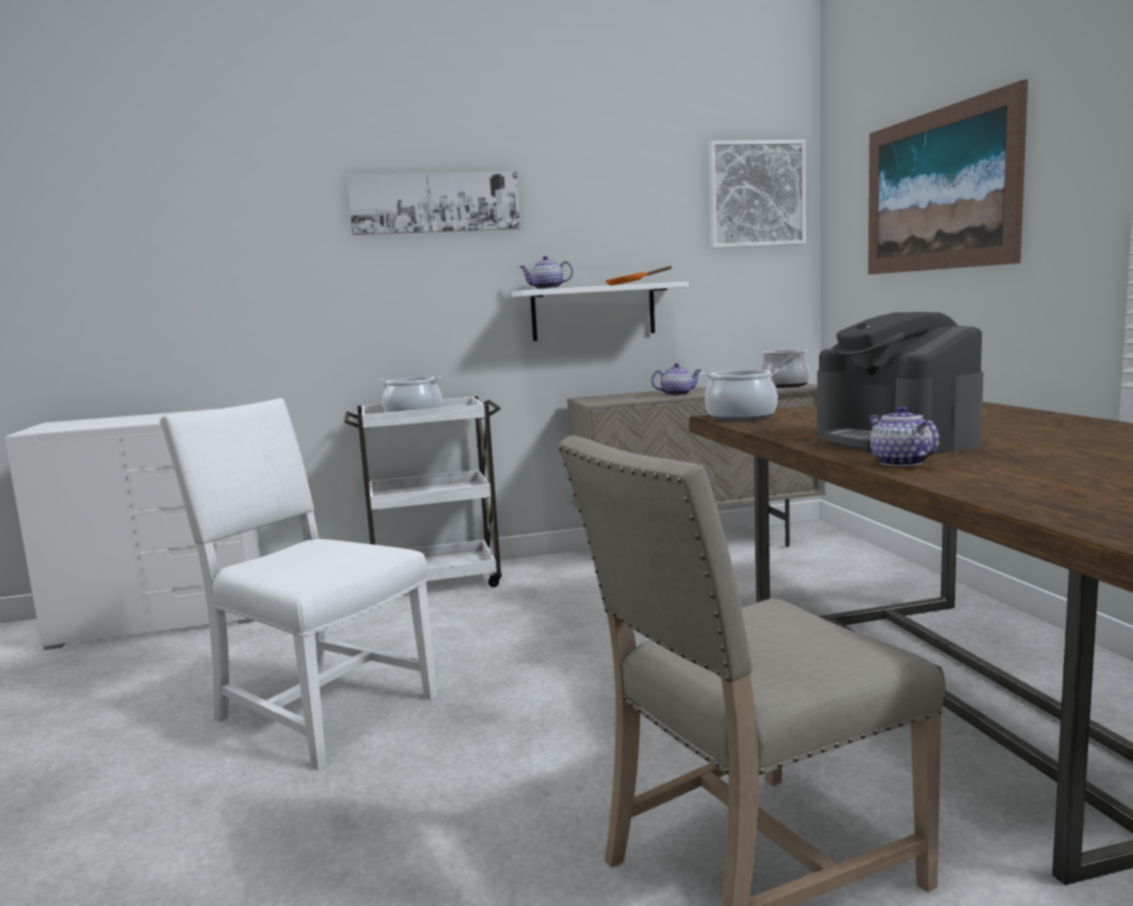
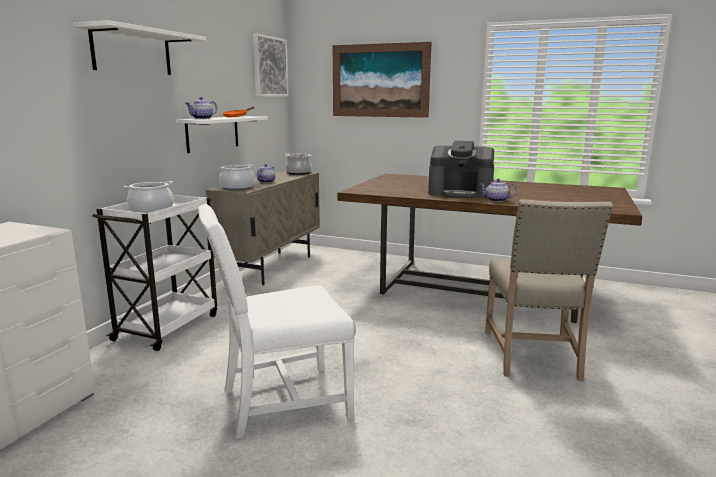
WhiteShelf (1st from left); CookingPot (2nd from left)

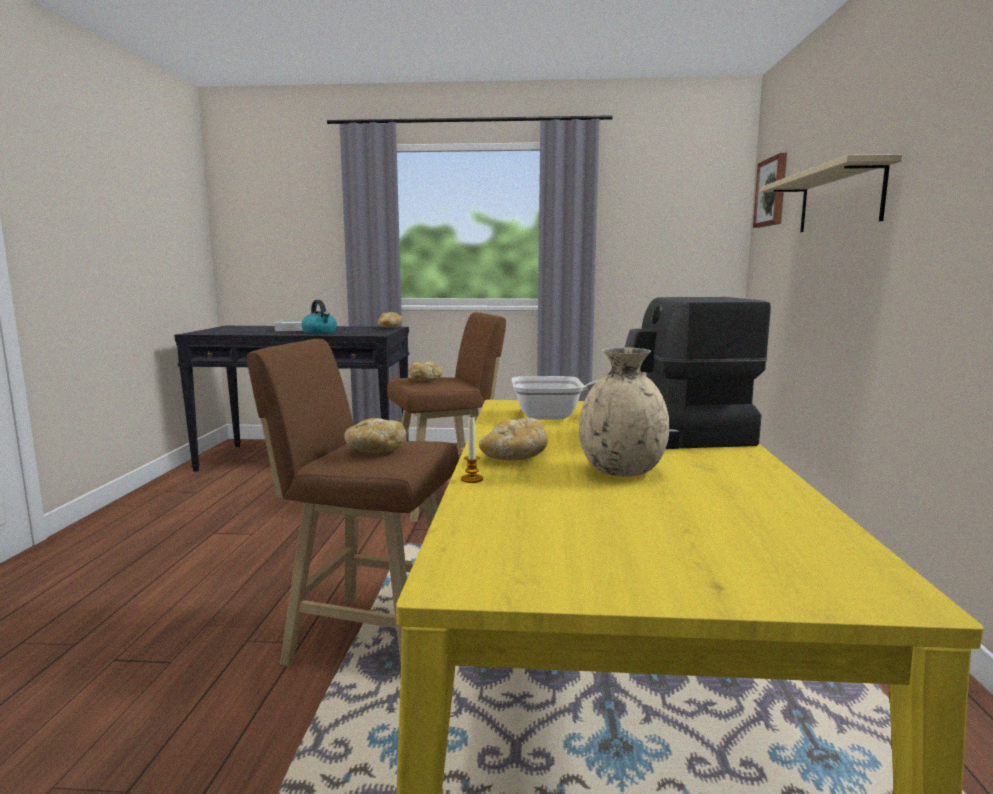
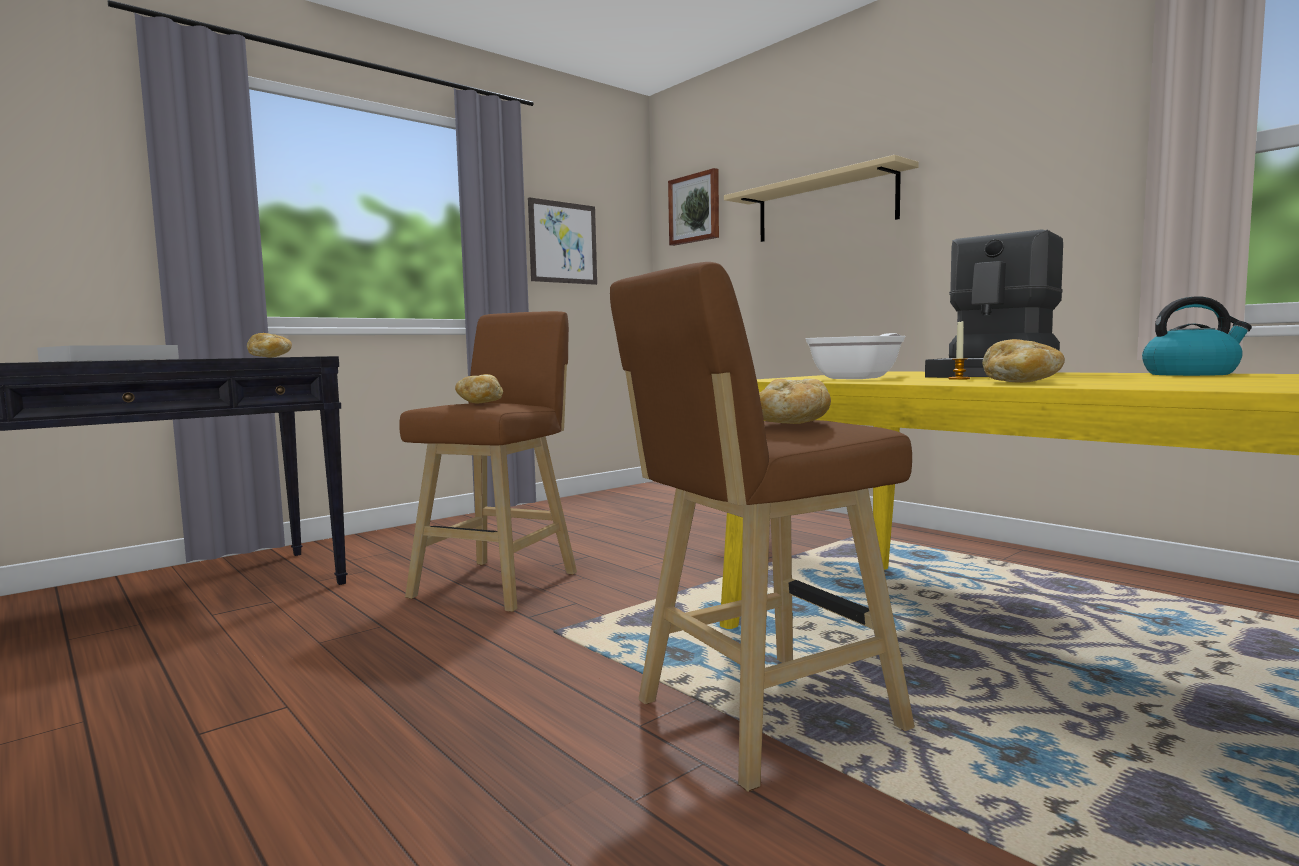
Kettle; BeigeVase; Candle; Picture (1st from left)

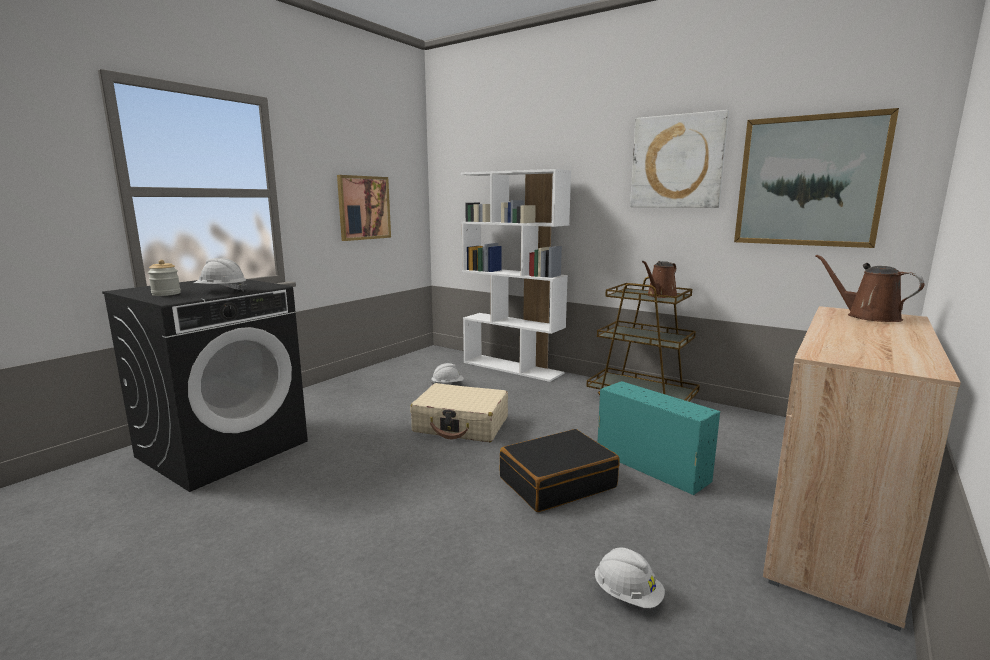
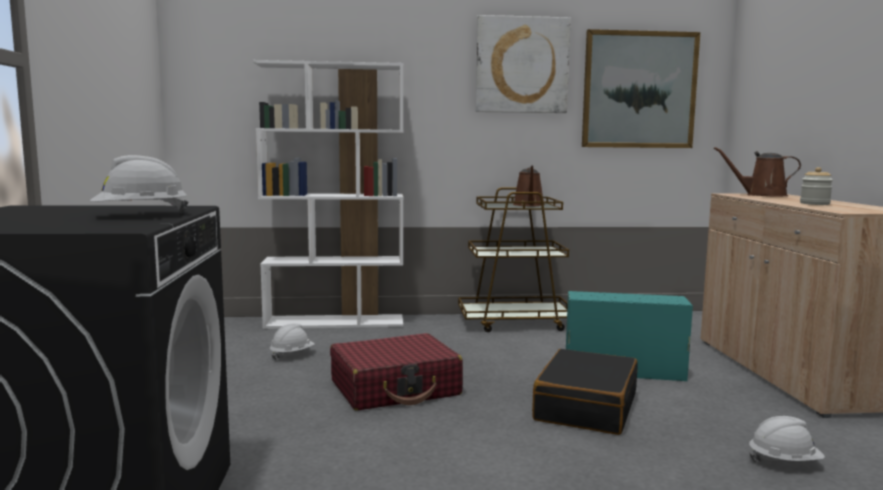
Picture (1st from left in the first image); Jar; RedSuitcase

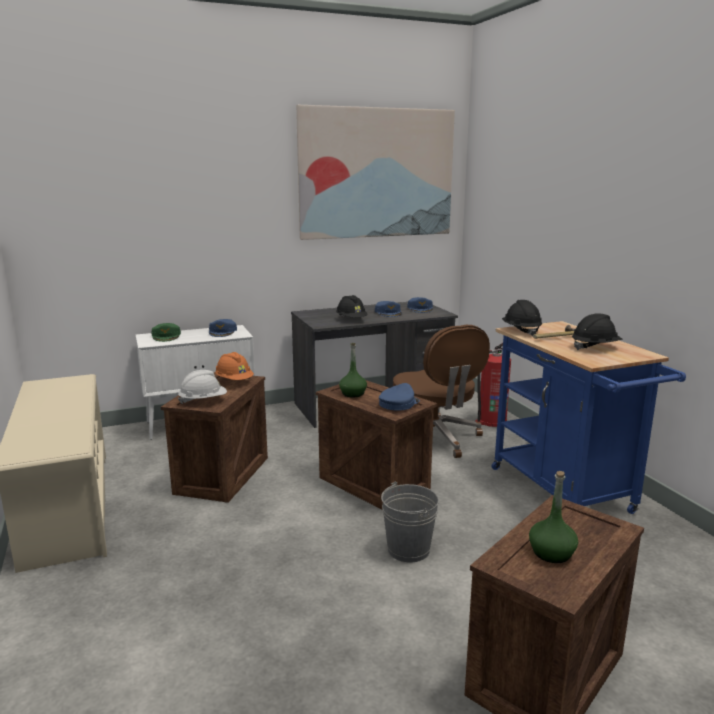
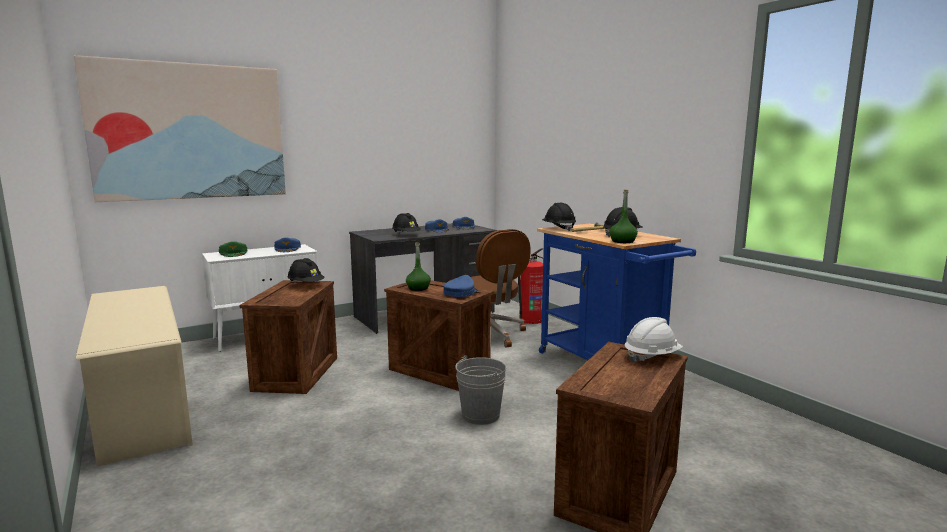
Picture; BlackHardHat (1st from left); WhiteHardHat; GreenBottle (2nd from left)

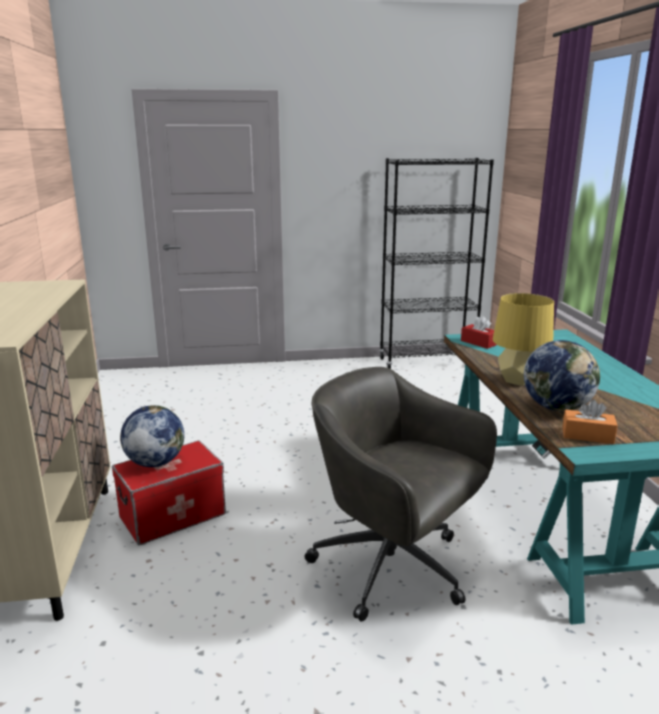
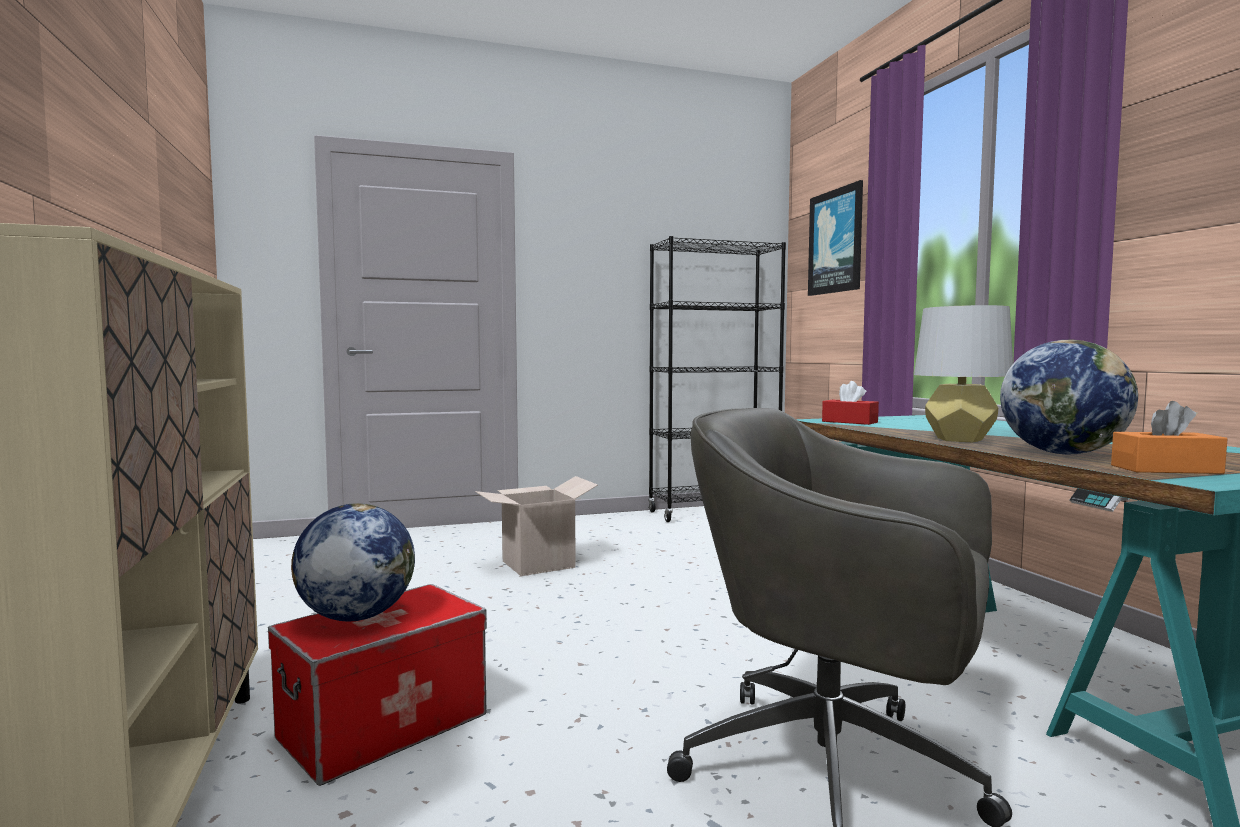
GreyTableLamp; Picture; CardboardBox

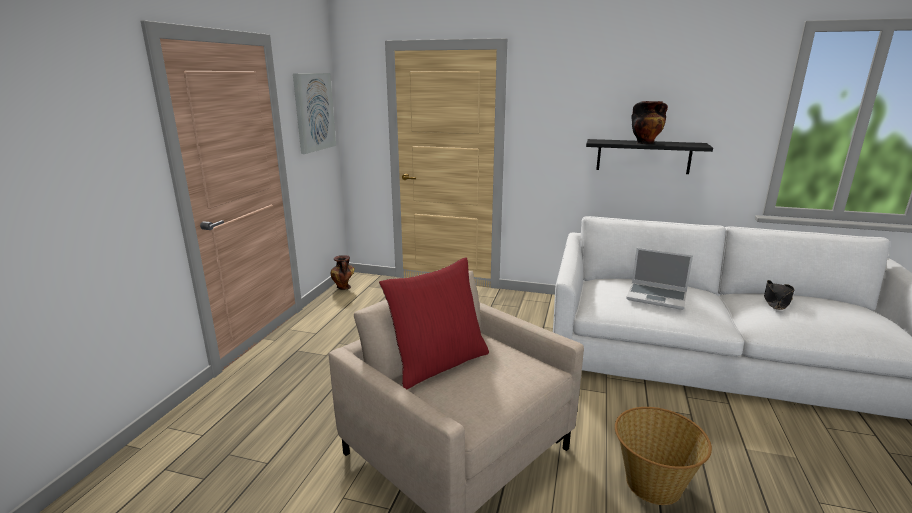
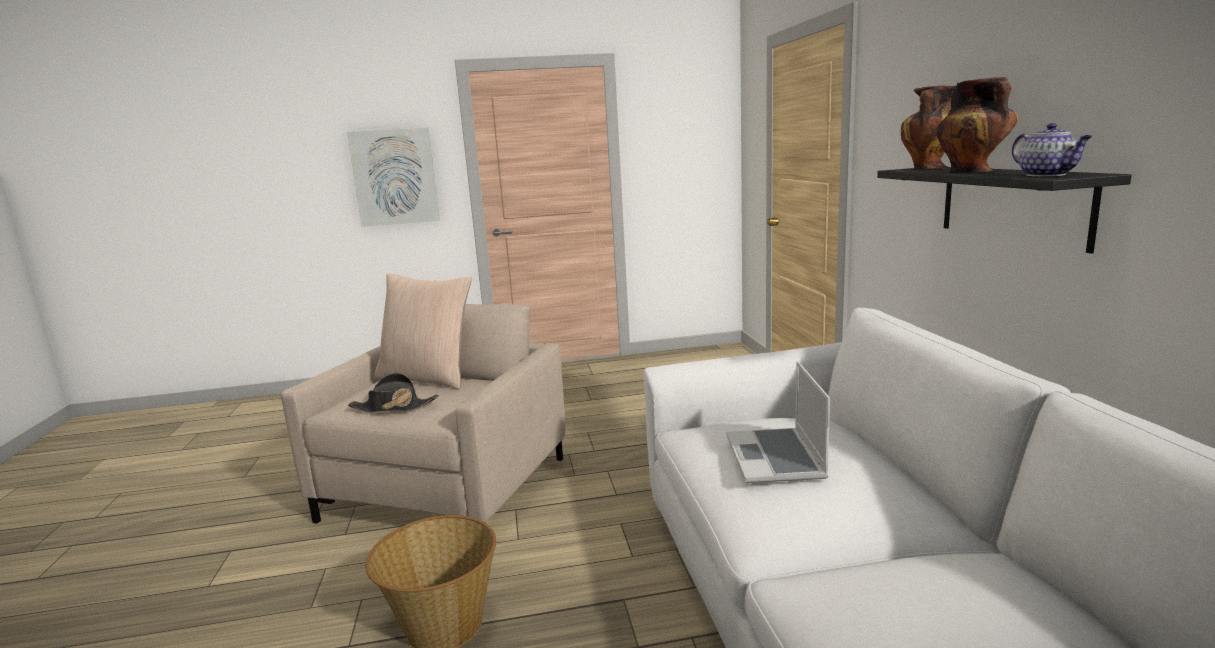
Picture; Vase (1st from left); BeigePillow; BlackHat; Teapot

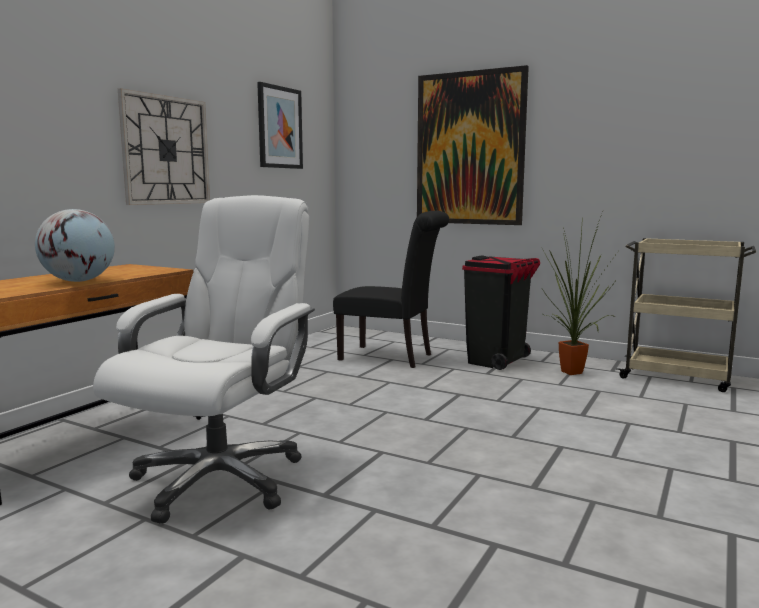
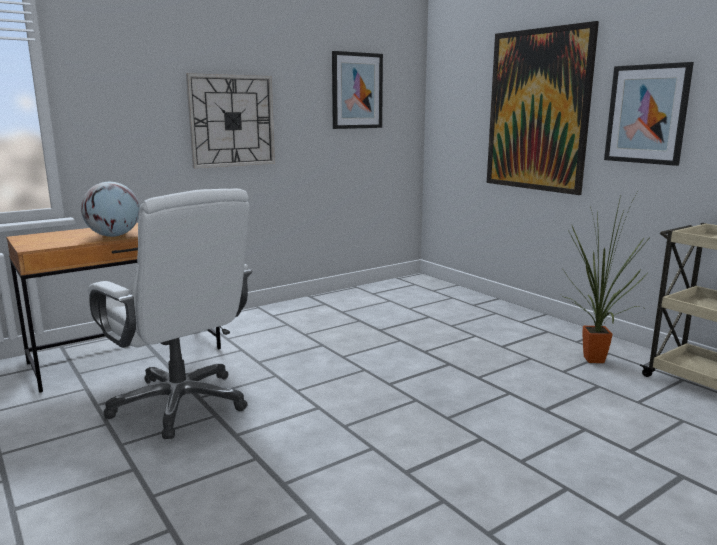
WhiteOfficeChair; BlackChair; BlackTrashCan; Picture (3rd from left)

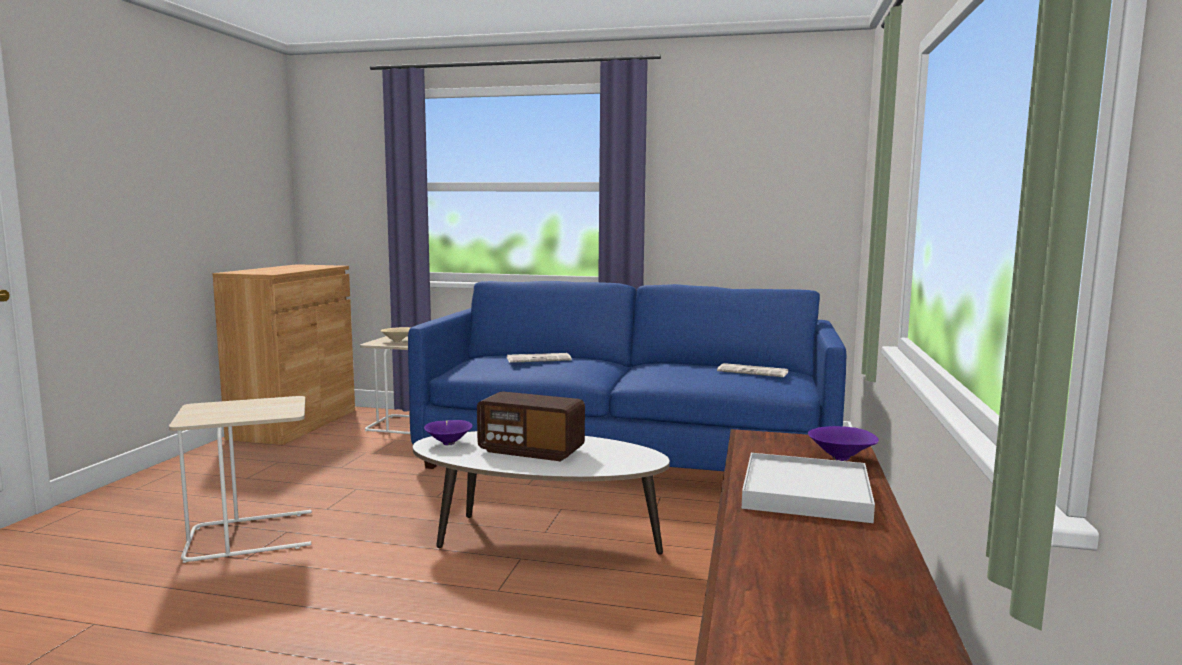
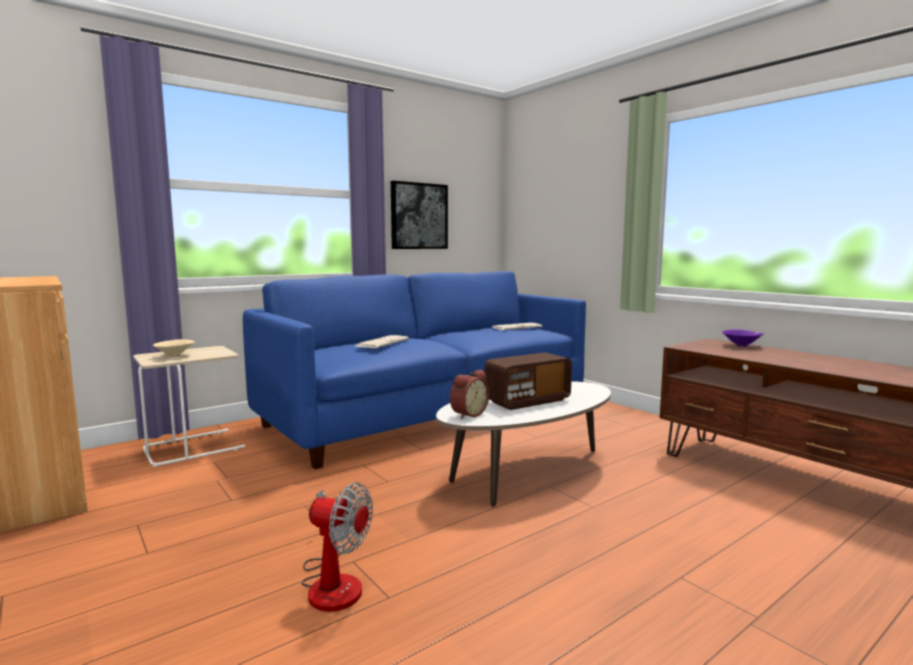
Fan; AlarmClock; WhiteTray; Picture

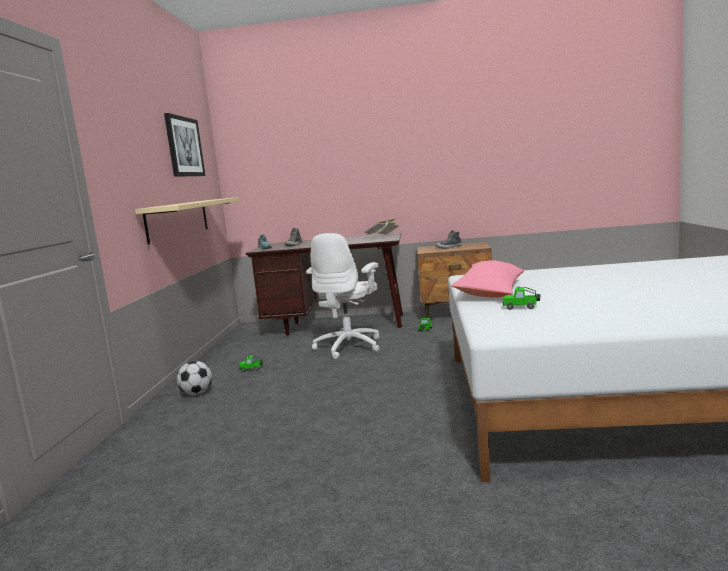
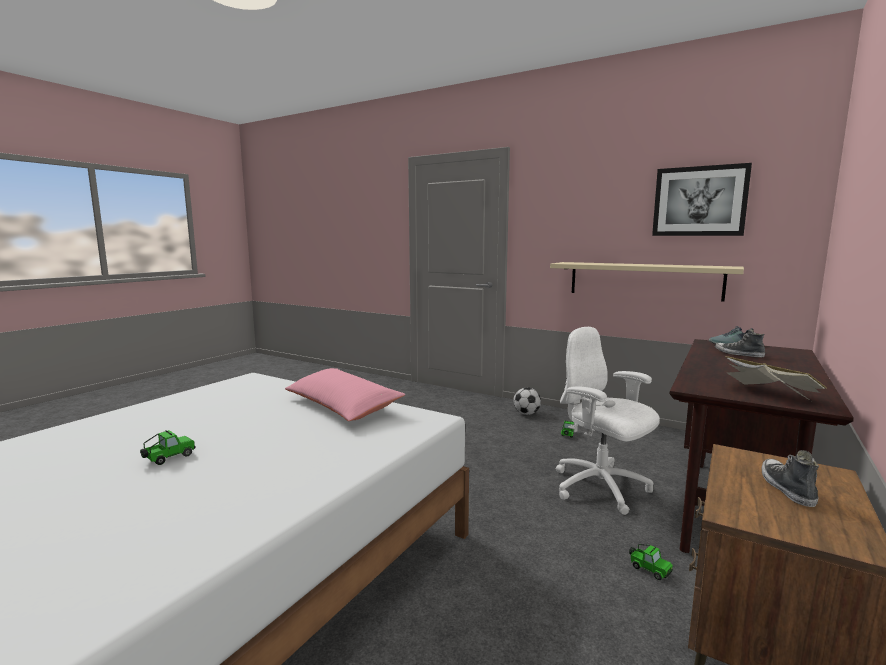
ToyCar (1st from left)

